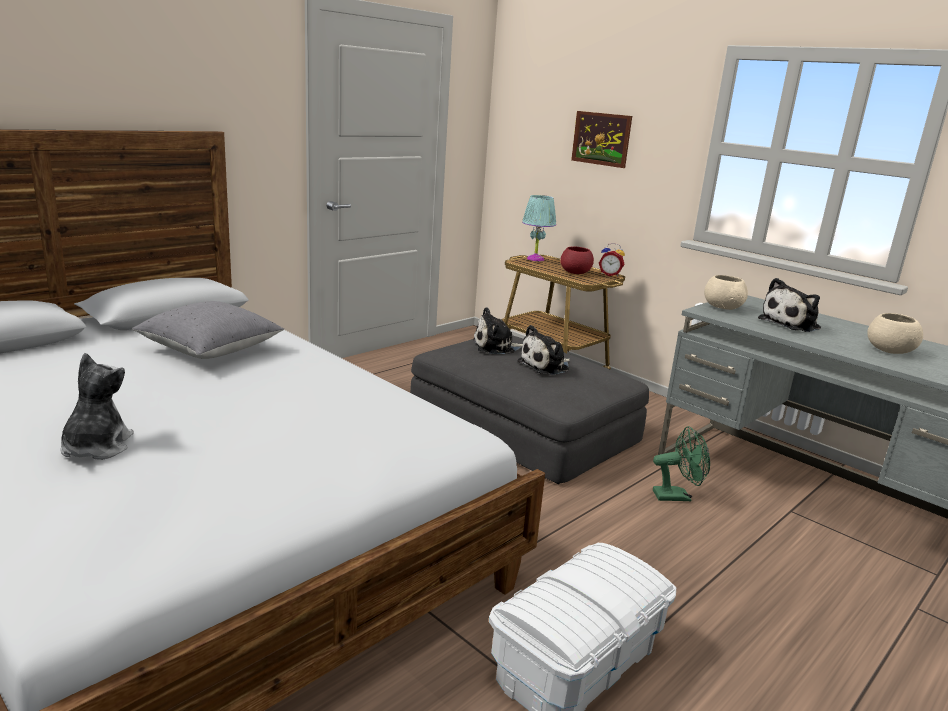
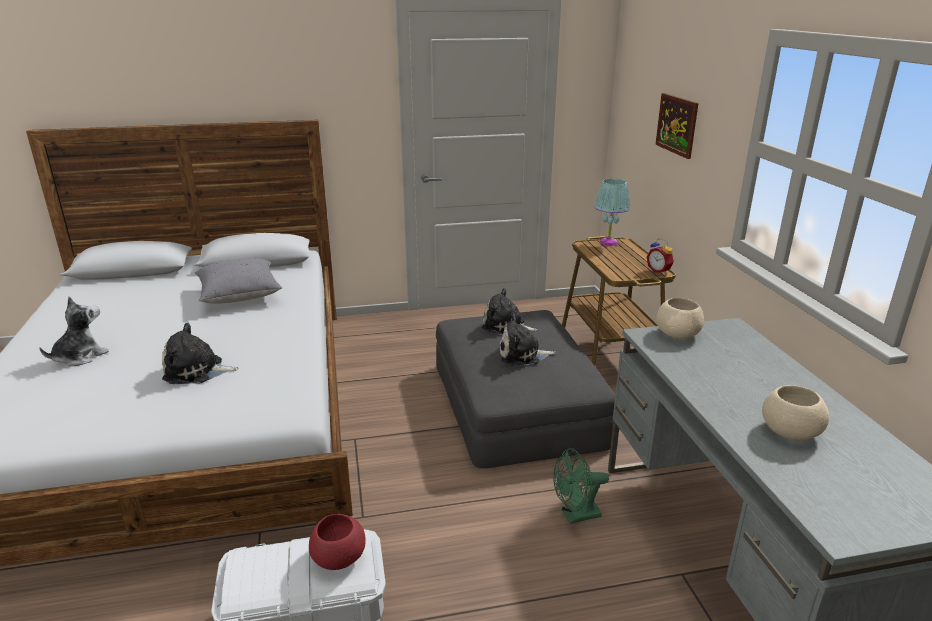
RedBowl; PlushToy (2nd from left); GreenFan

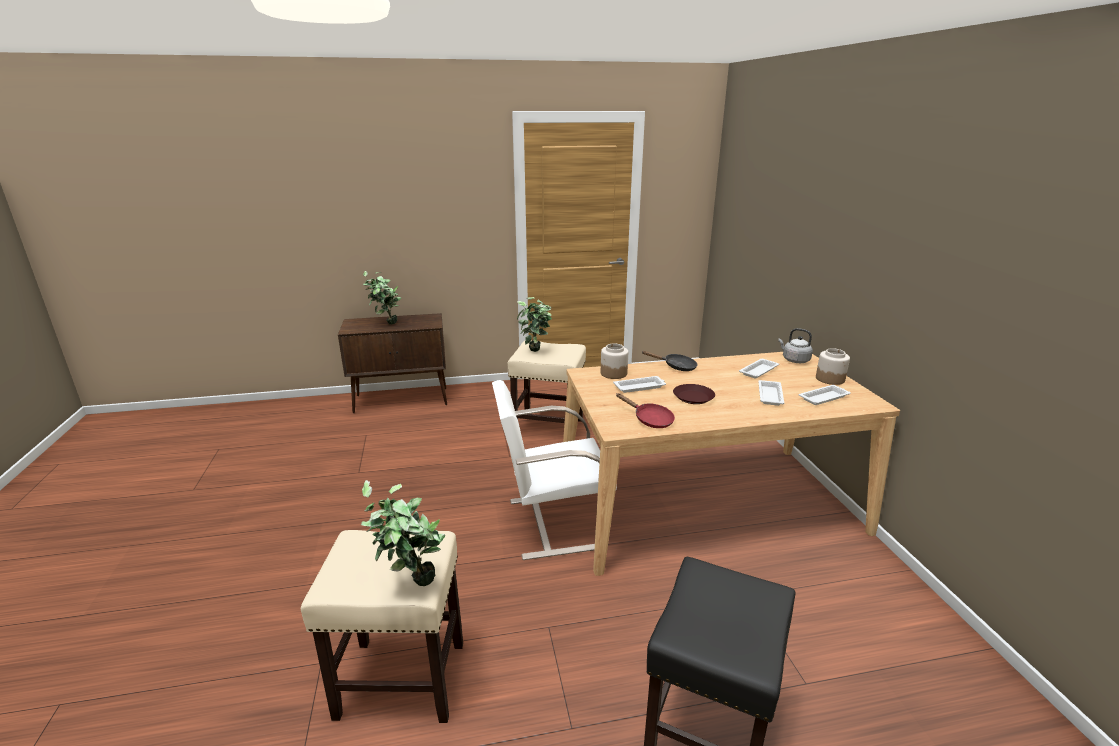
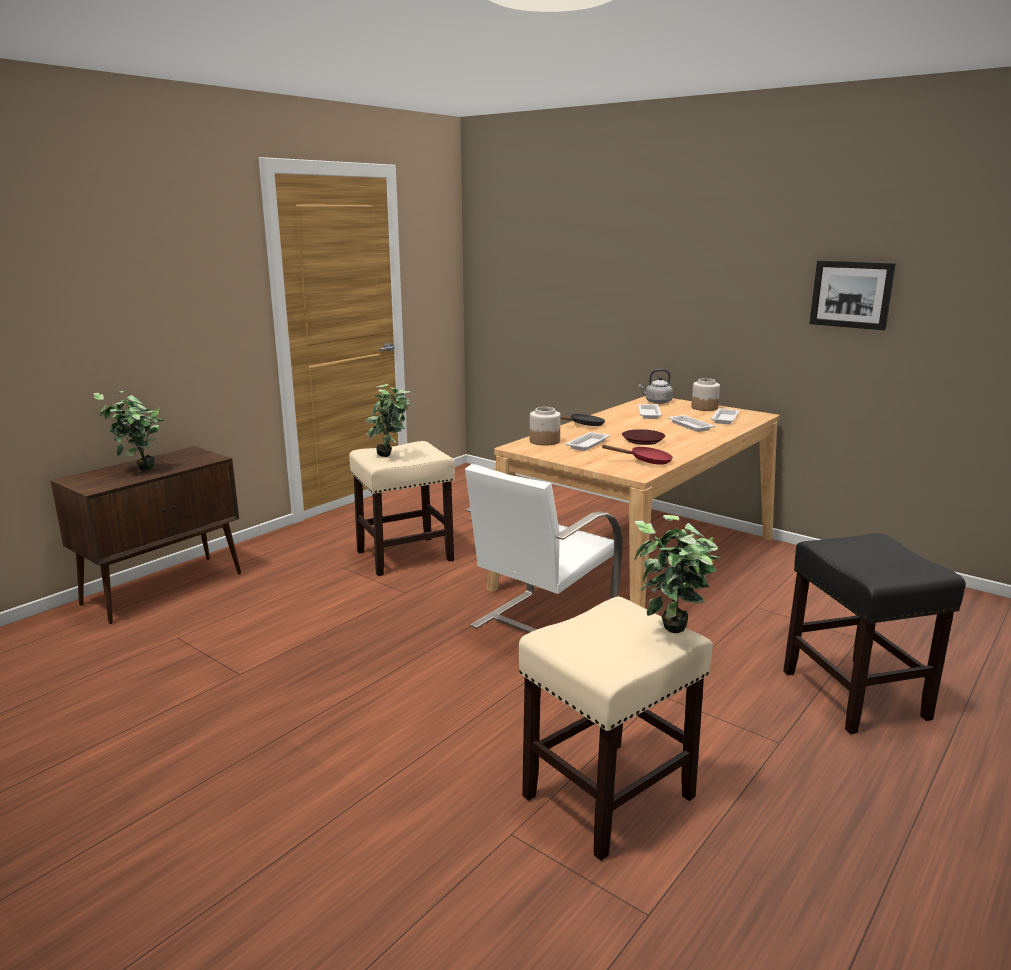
Picture

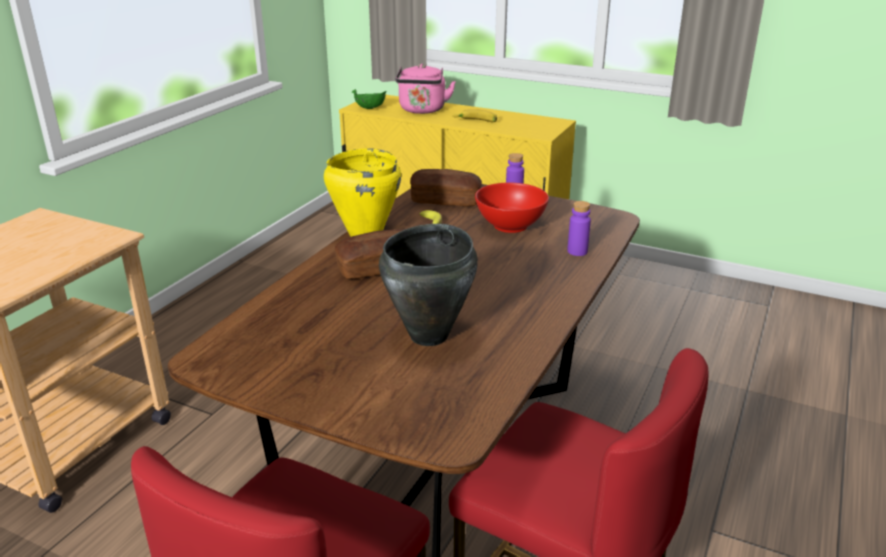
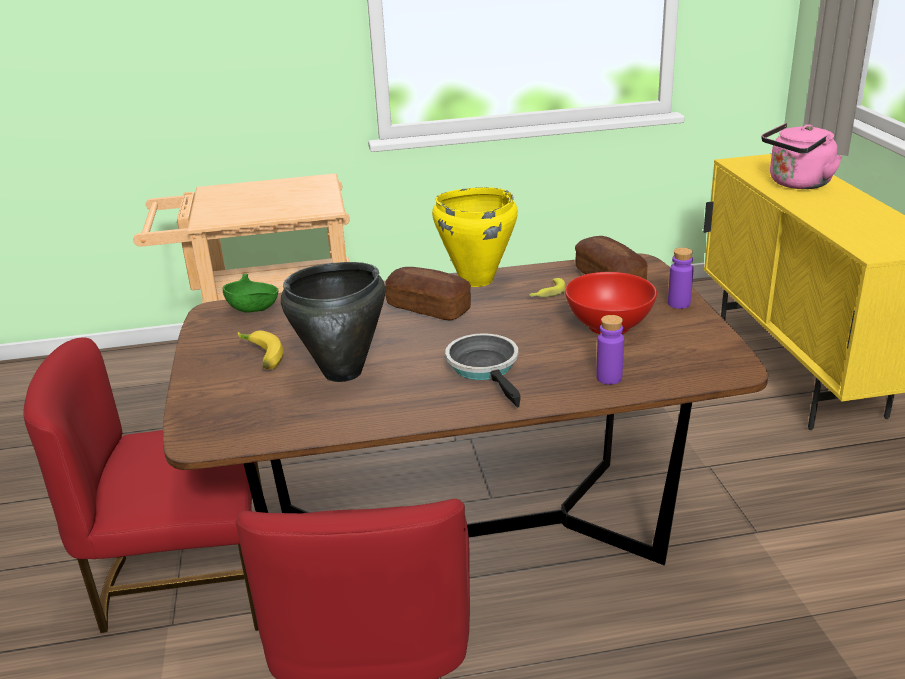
GreenBowl; Banana (1st from left); FryingPan

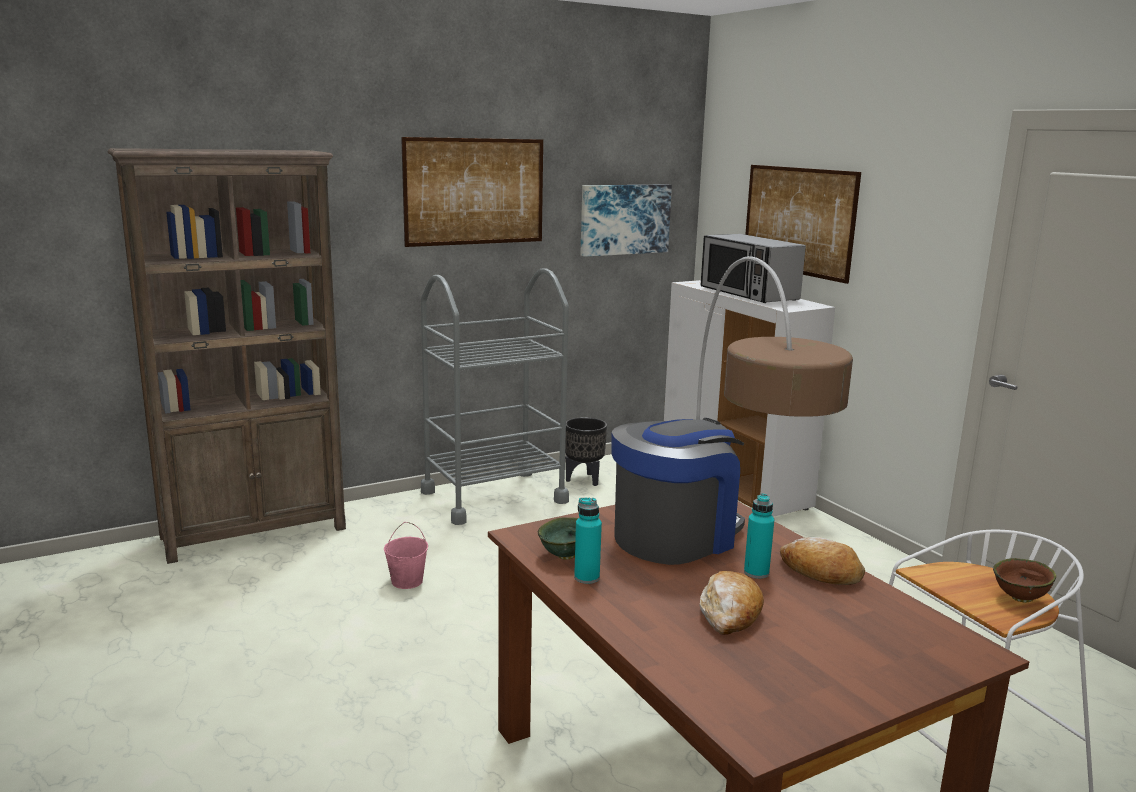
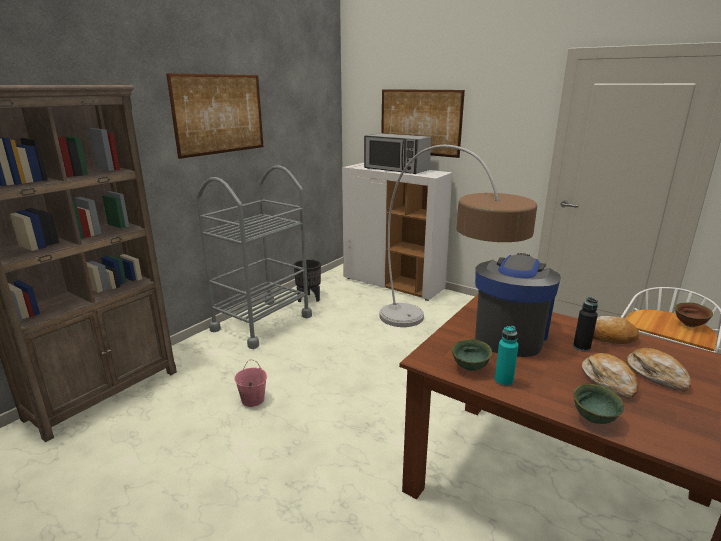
Picture (2nd from left in the first image); BlackBottle; Bread (3rd from left); GreenBowl (2nd from left)

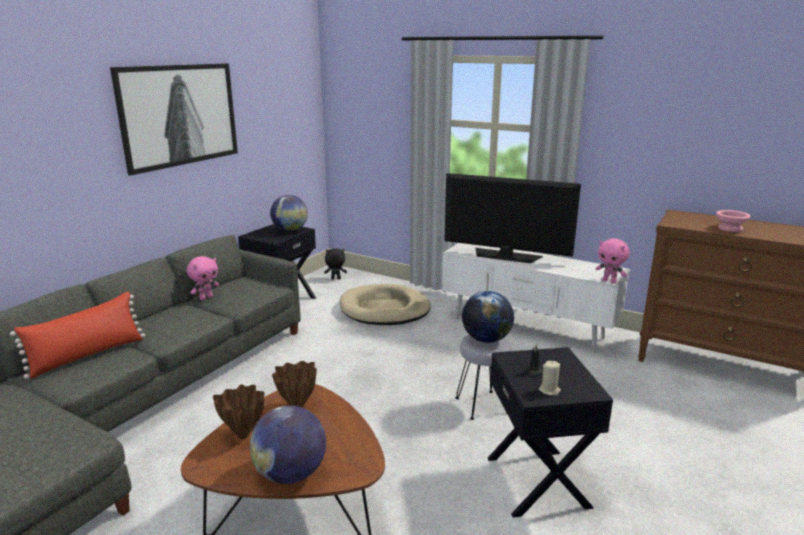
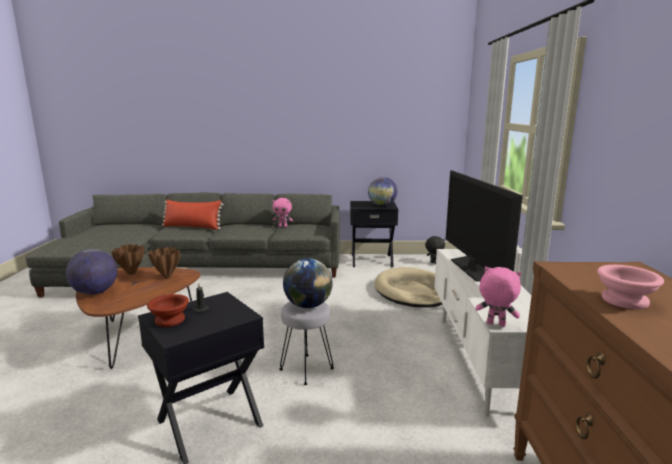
Picture; PinkPlushToy (2nd from left); BrownBowl

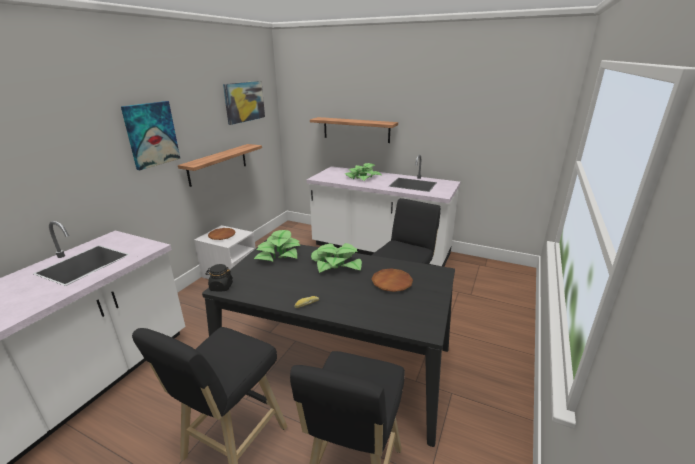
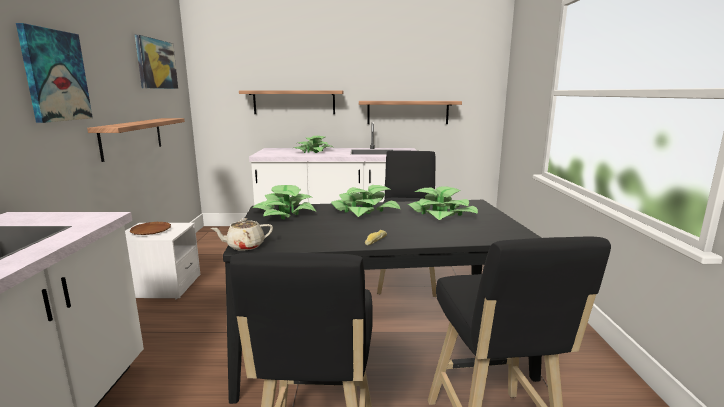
BeigeTeapot; PottedPlant (4th from left); Shelf (3rd from left)

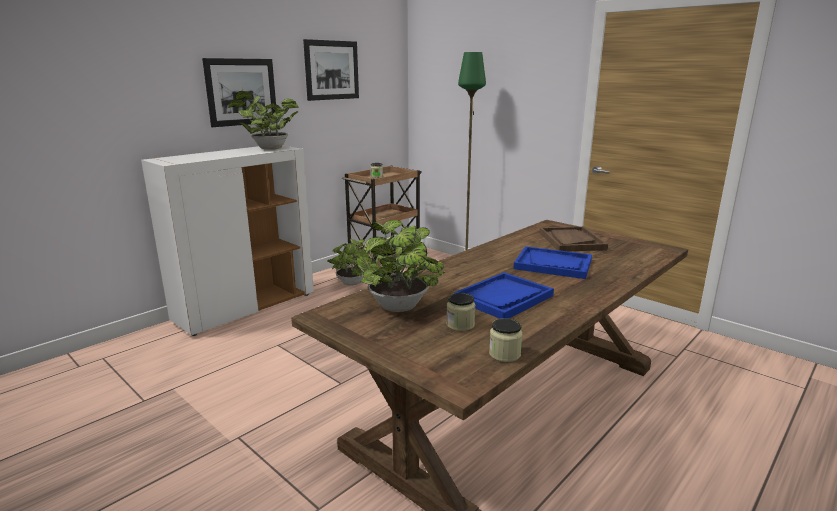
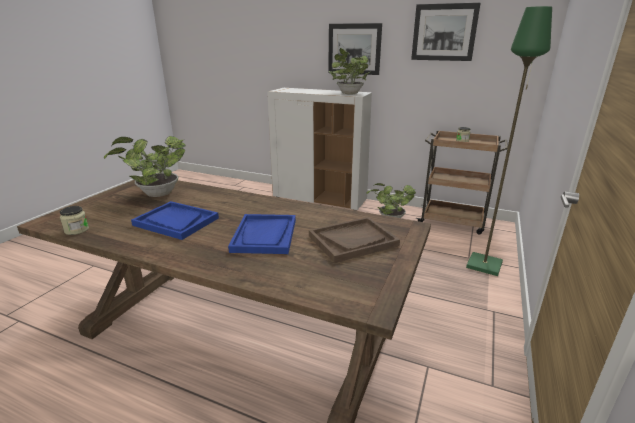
Jar (2nd from left in the first image)

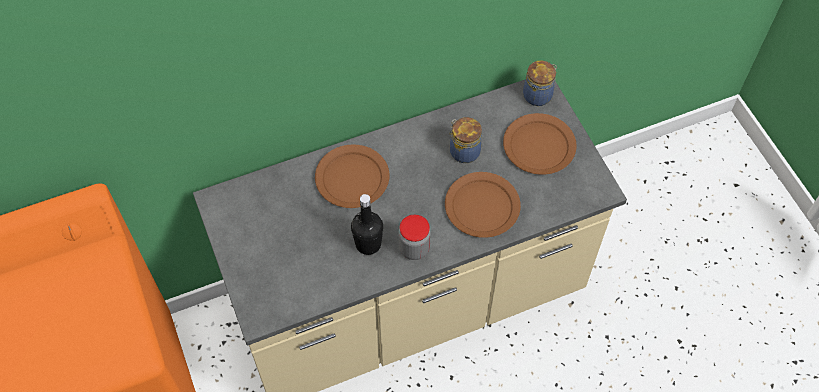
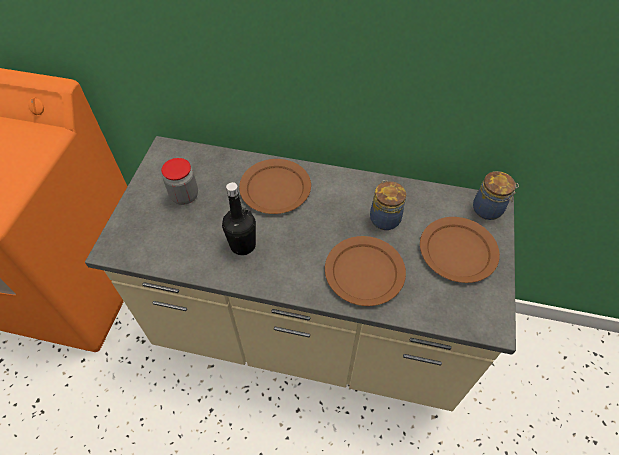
Jar (1st from left)

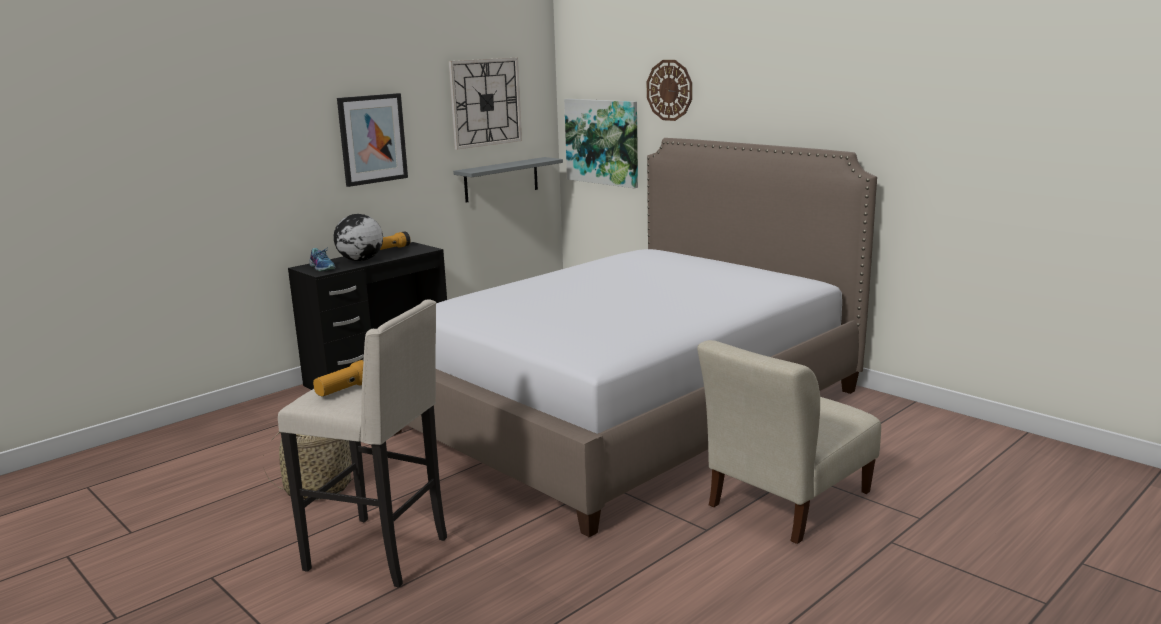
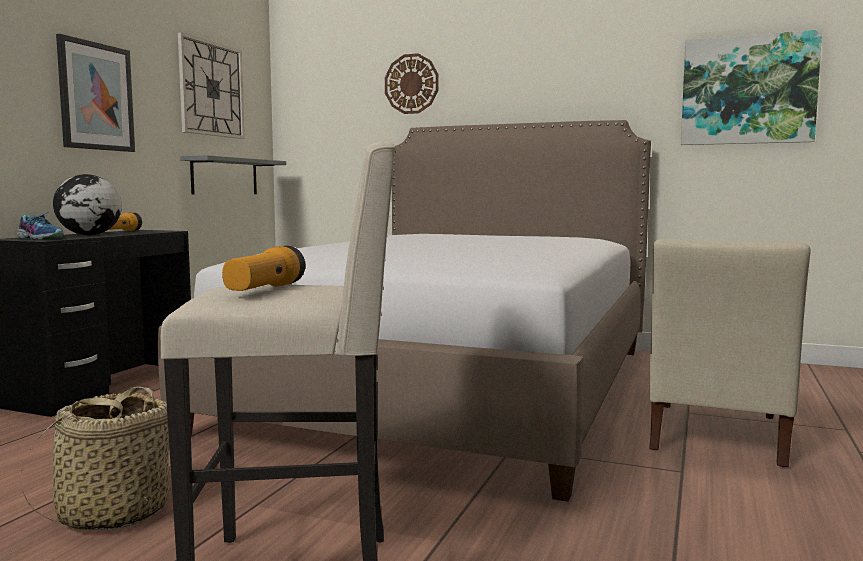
Picture (2nd from left)

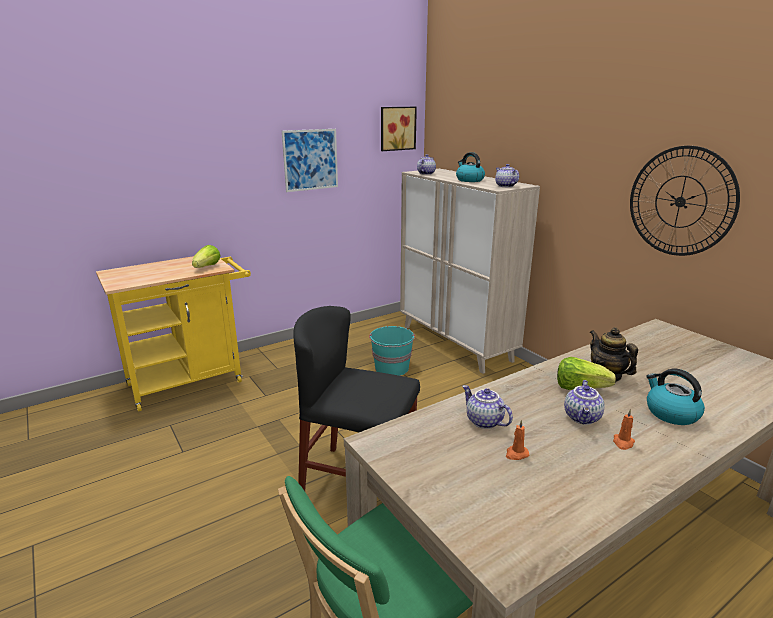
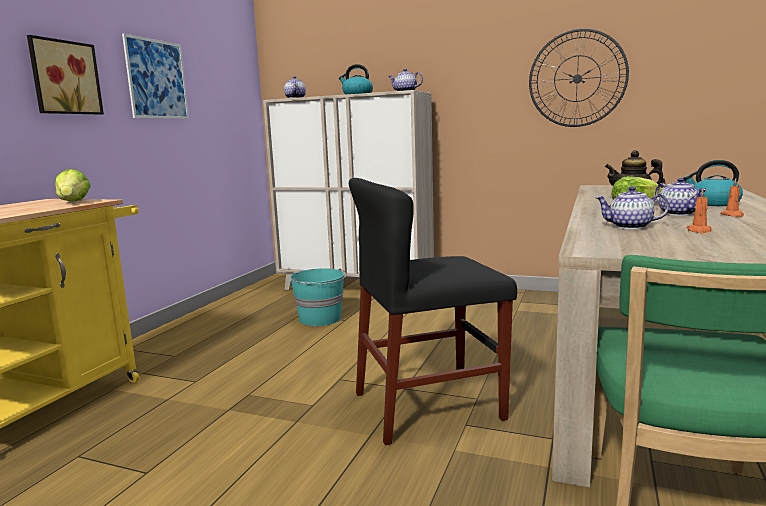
Picture (1st from left)

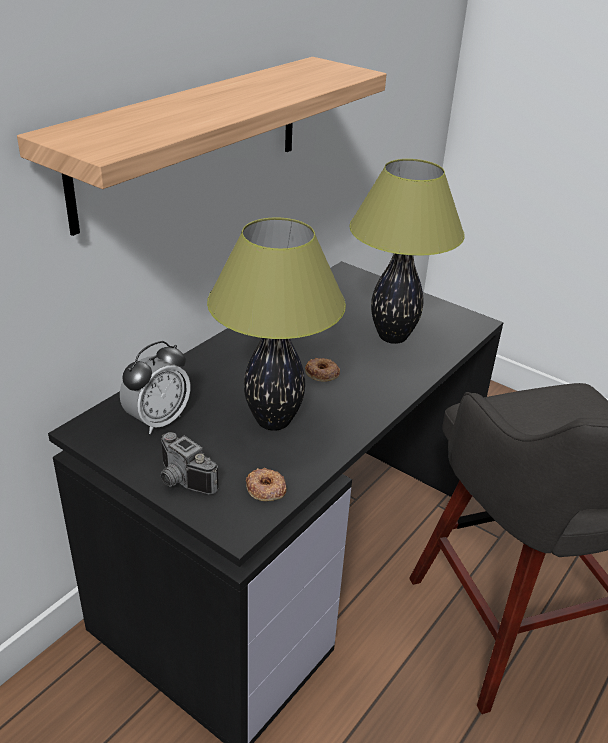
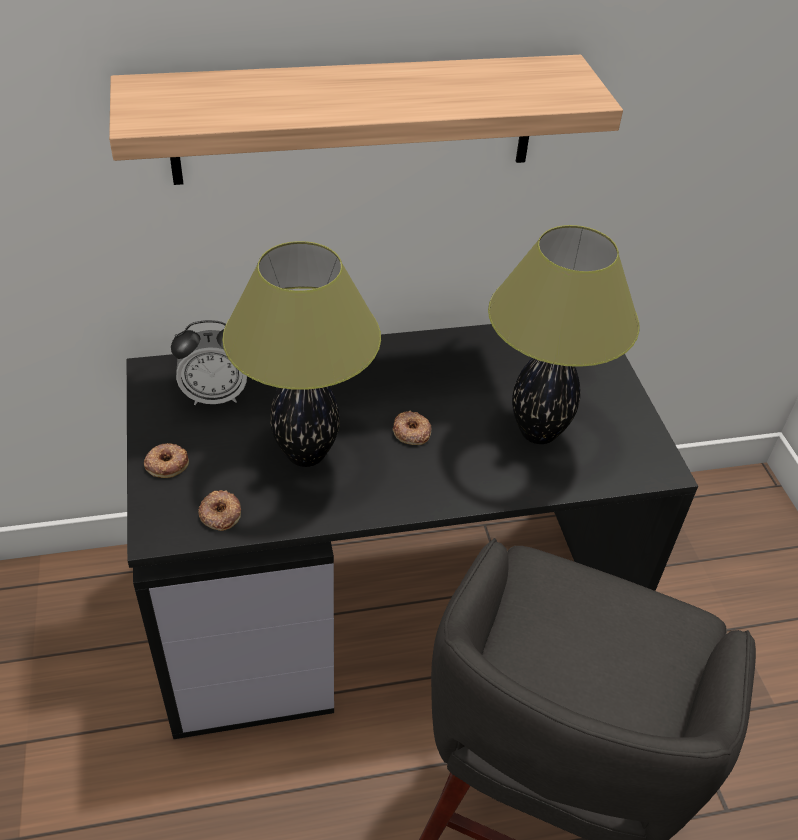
Donut (1st from left)

